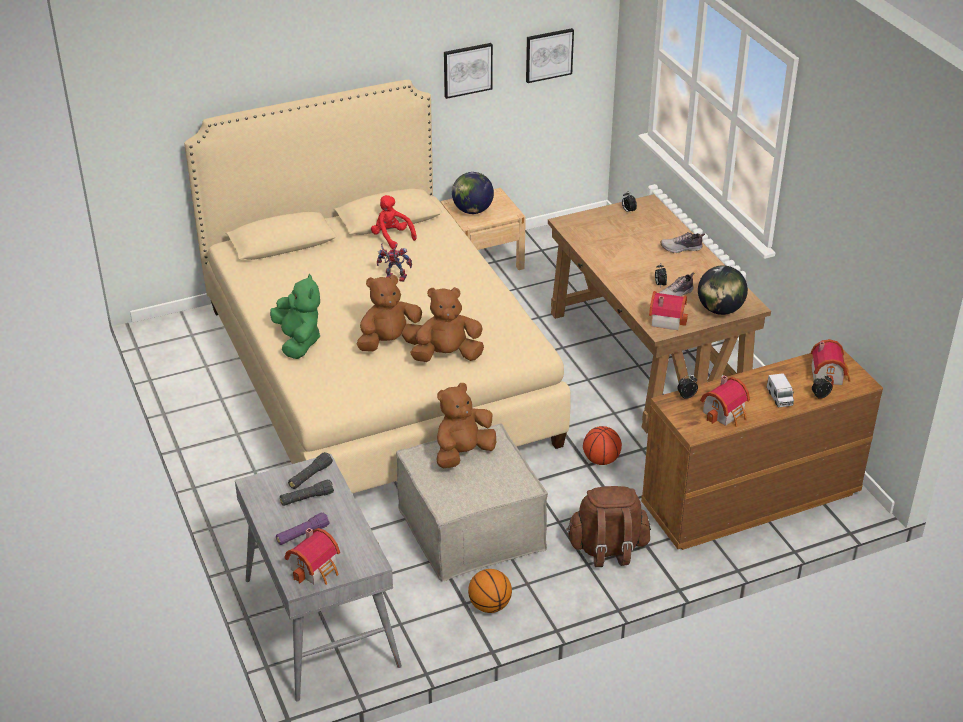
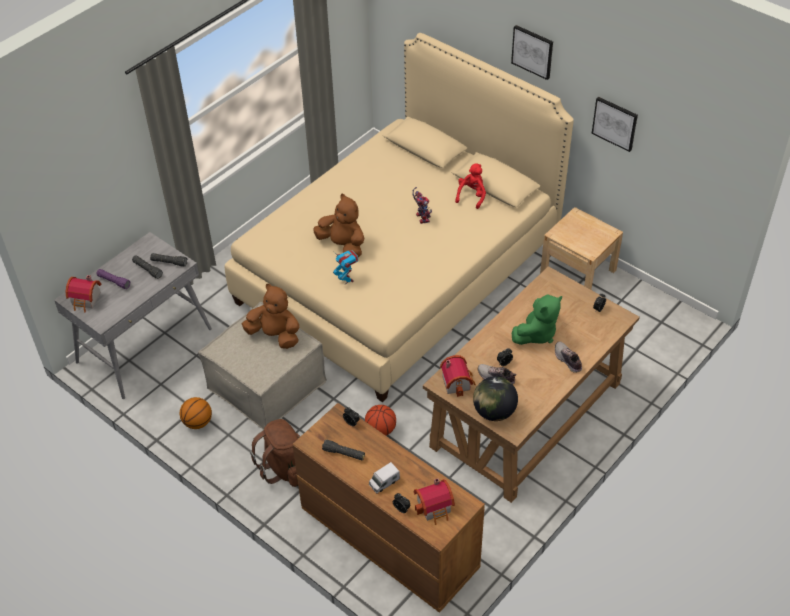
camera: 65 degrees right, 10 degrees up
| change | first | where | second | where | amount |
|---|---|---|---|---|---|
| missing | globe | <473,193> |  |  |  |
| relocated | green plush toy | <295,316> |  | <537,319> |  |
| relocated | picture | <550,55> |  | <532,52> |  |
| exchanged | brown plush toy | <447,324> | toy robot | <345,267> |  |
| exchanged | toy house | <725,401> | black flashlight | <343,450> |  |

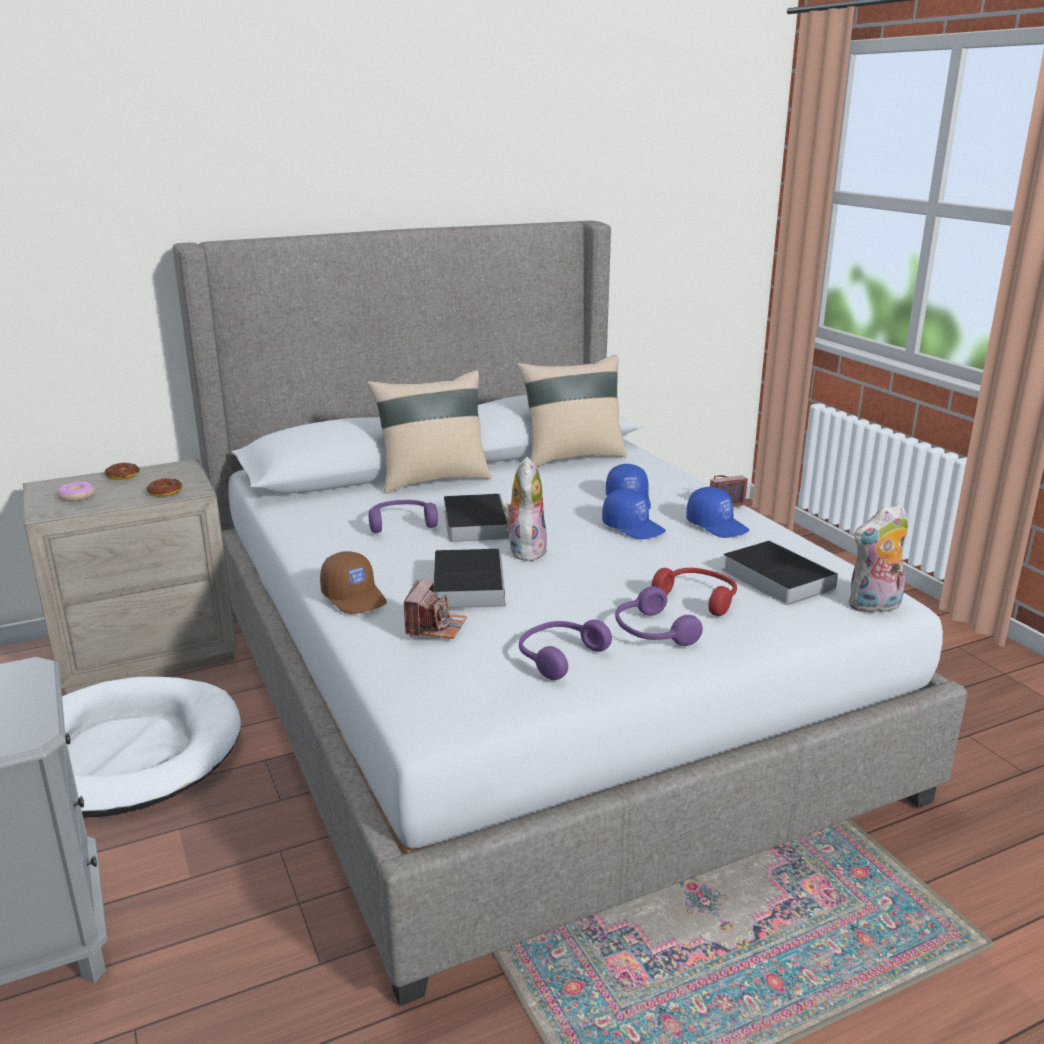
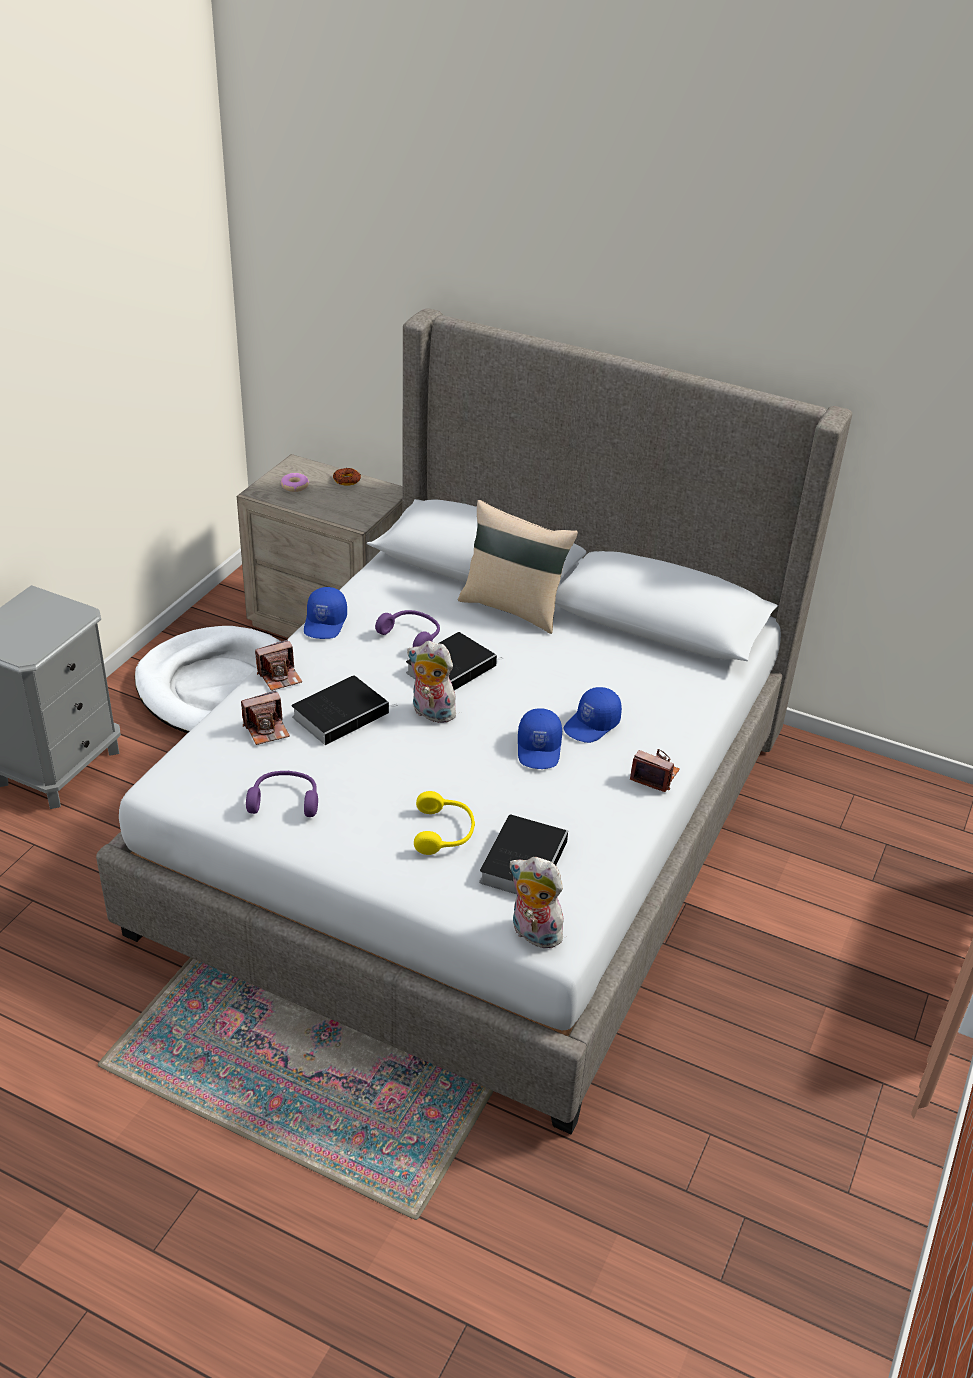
camera: 50 degrees right, 15 degrees up
| change | first | where | second | where | amount |
|---|---|---|---|---|---|
| missing | donut | <164,487> |  |  |  |
| missing | beige pillow | <572,410> |  |  |  |
| missing | purple headphones | <659,616> |  |  |  |
| relocated | blue cap | <717,512> |  | <325,613> |  |
| exchanged | brown cap | <353,582> | photo camera | <279,665> |  |
| colour | red headphones | <694,592> | yellow headphones | <444,823> |  |
| spun | plush toy | <525,509> |  | <433,682> | 120 degrees counterclockwise |

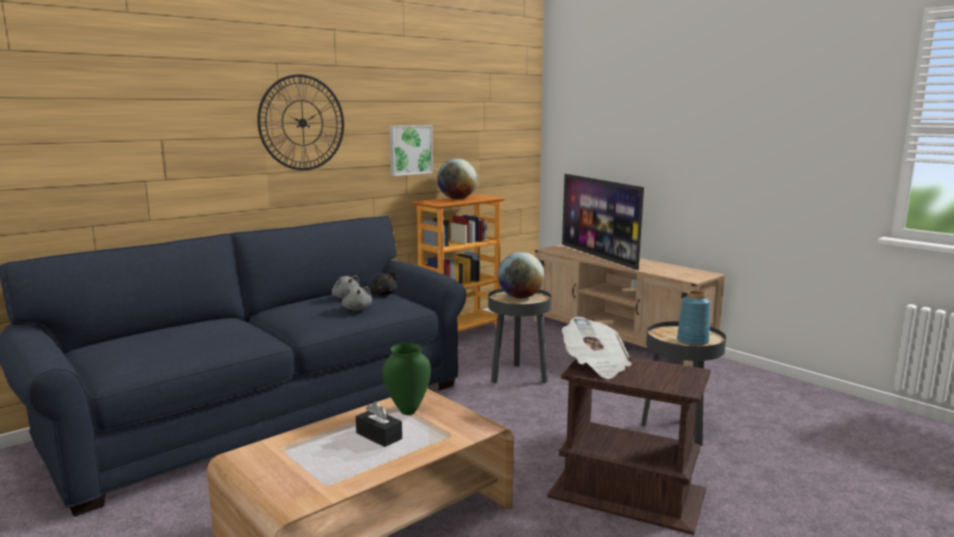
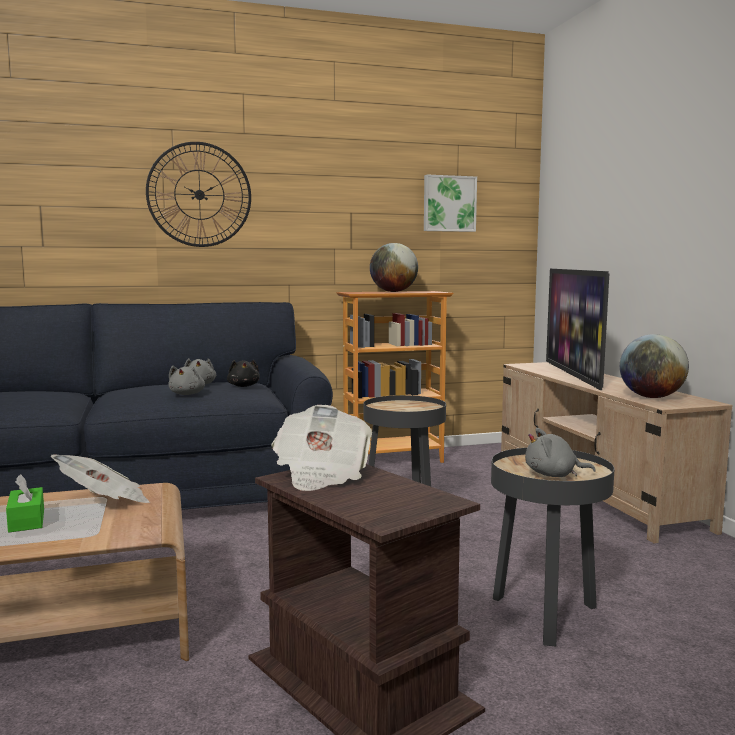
camera: 25 degrees right, 5 degrees down
| change | first | where | second | where | amount |
|---|---|---|---|---|---|
| relocated | picture | <411,150> |  | <450,203> |  |
| relocated | globe | <521,275> |  | <654,366> |  |
| exchanged | green vase | <407,379> | newspaper | <100,479> |  |
| exchanged | blue vase | <693,318> | grey plush toy | <560,452> |  |
| colour | black tissue box | <379,424> | green tissue box | <25,503> |  |

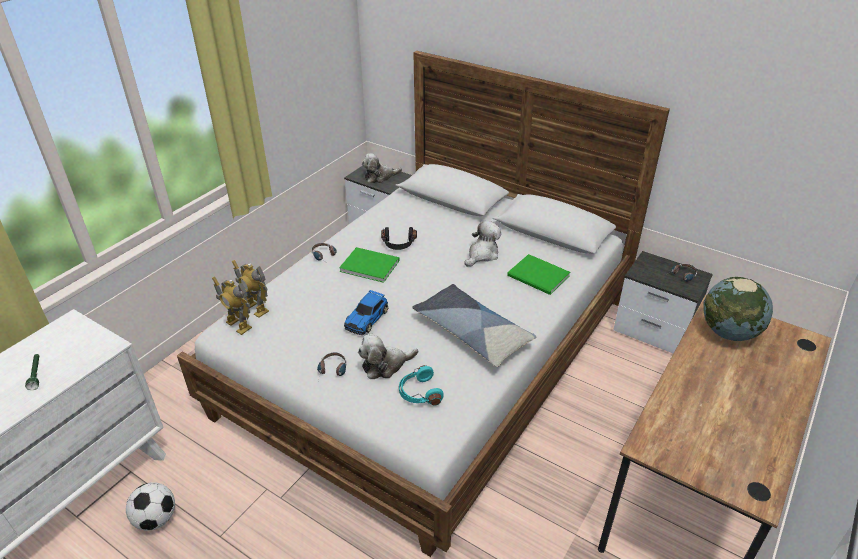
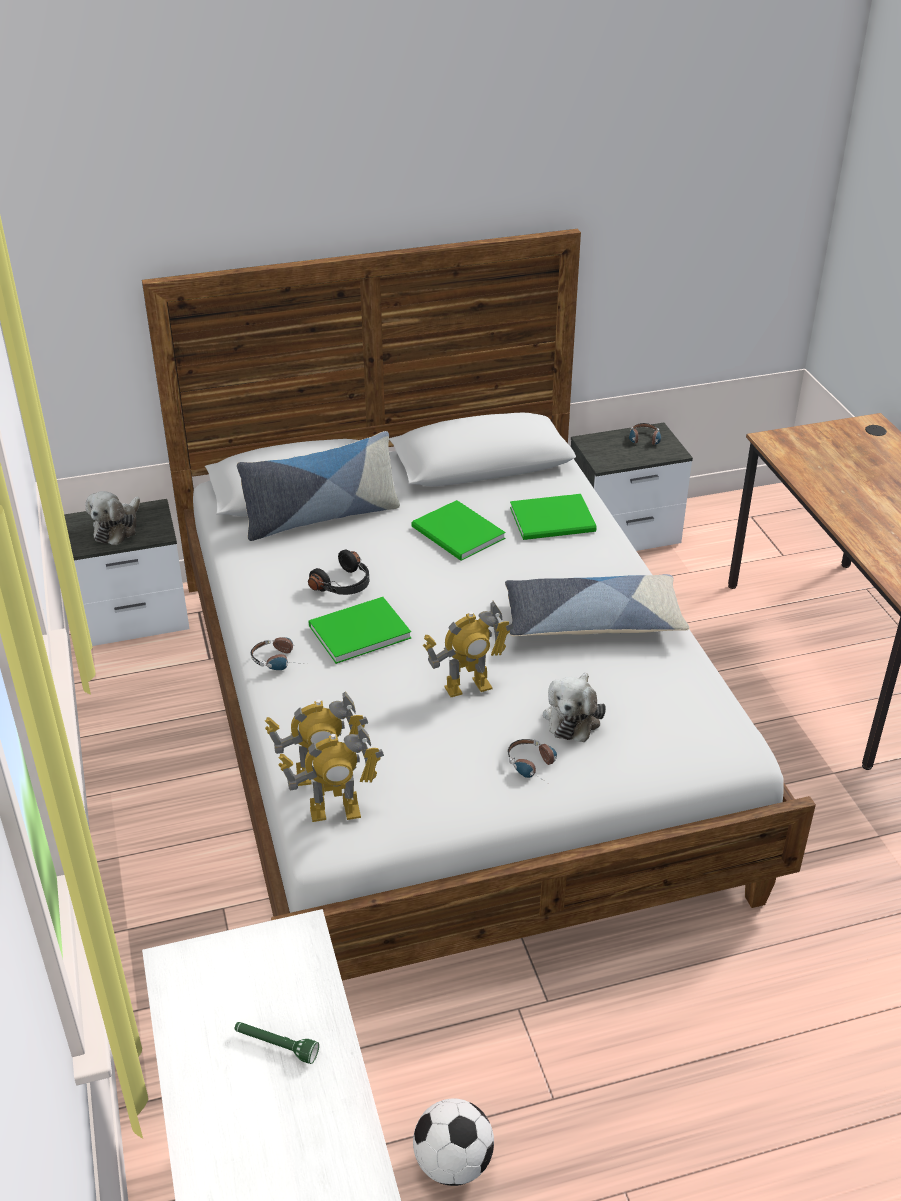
camera: 50 degrees left, 0 degrees up
| change | first | where | second | where | amount |
|---|---|---|---|---|---|
| missing | turquoise headphones | <421,385> |  |  |  |
| missing | globe | <738,309> |  |  |  |
| appeared |  |  | pillow | <318,486> |  |
| exchanged | toy car | <366,312> | toy robot | <468,649> |  |
| exchanged | plush toy | <482,244> | green book | <459,530> |  |

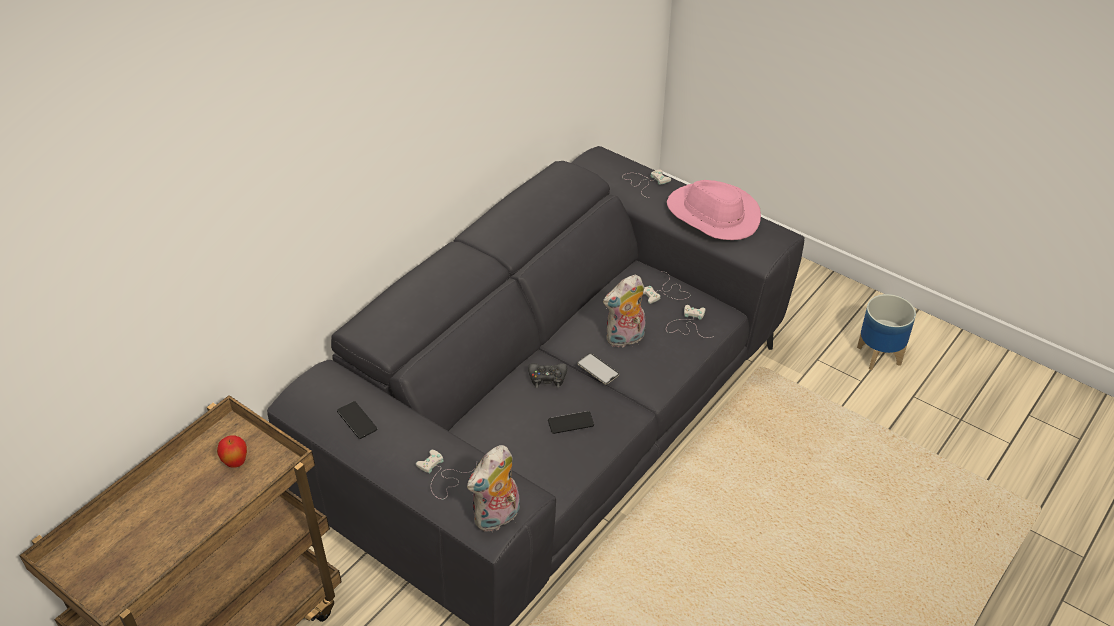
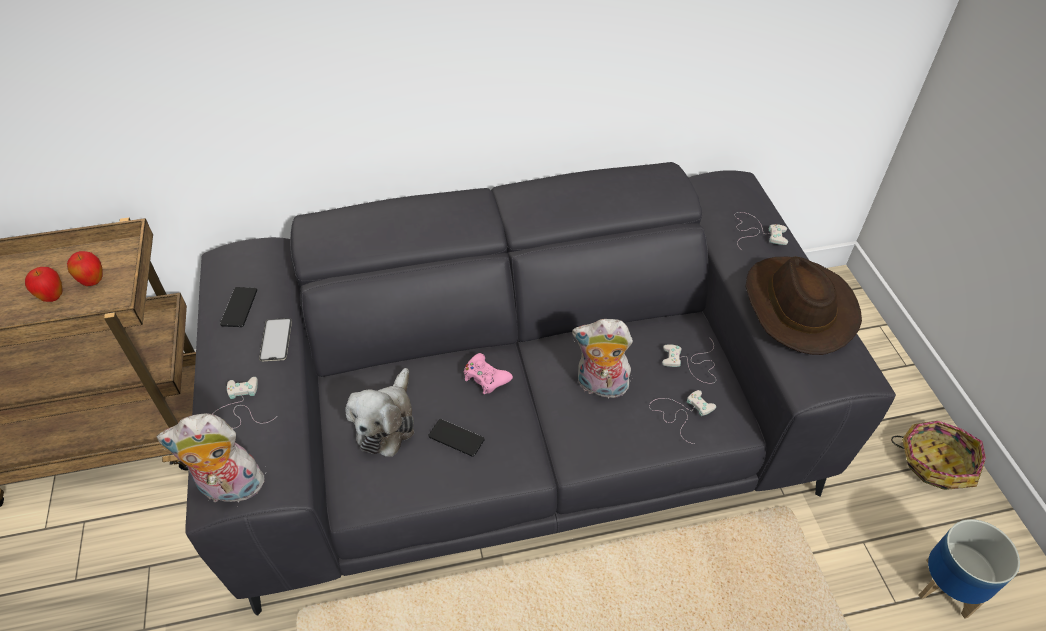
camera: 40 degrees right, 5 degrees up
| change | first | where | second | where | amount |
|---|---|---|---|---|---|
| appeared |  |  | apple | <44,284> |  |
| appeared |  |  | plush toy | <379,412> |  |
| appeared |  |  | basket | <938,455> |  |
| relocated | phone | <598,369> |  | <275,339> |  |
| colour | black game controller | <547,375> | pink game controller | <488,374> |  |
| colour | pink hat | <714,210> | brown hat | <803,306> |  |

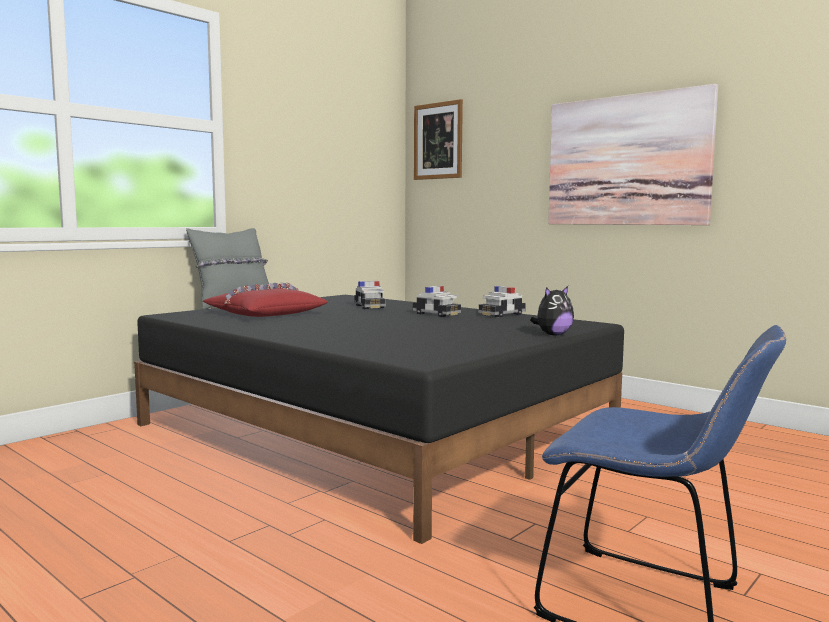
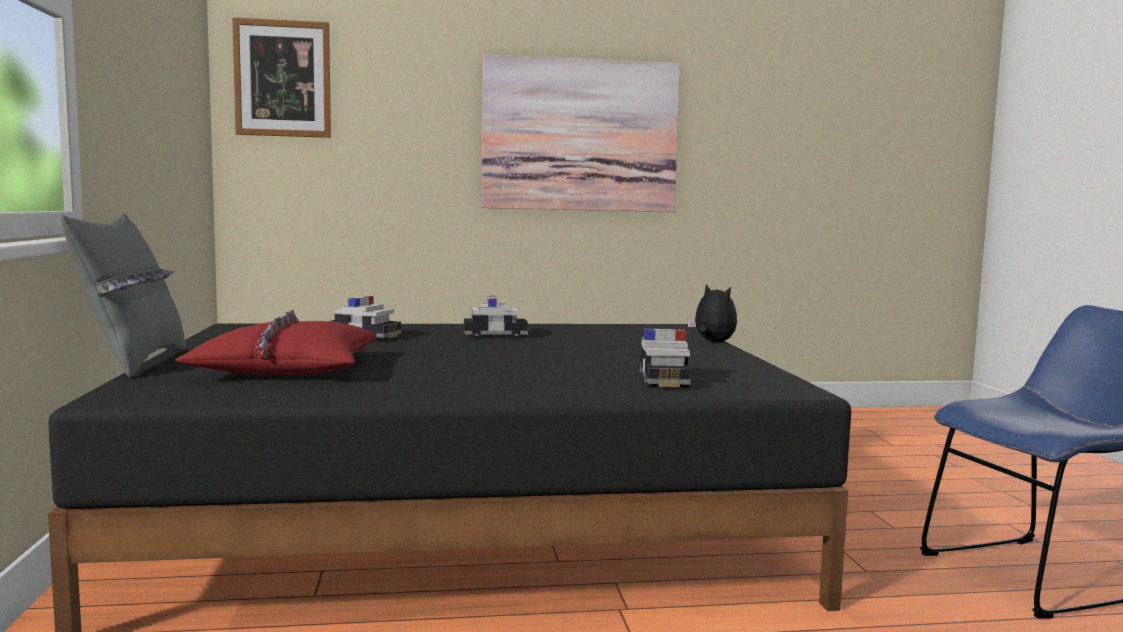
camera: 50 degrees left, 0 degrees up
| change | first | where | second | where | amount |
|---|---|---|---|---|---|
| relocated | toy car | <502,301> |  | <665,358> |  |
| spun | plush toy | <552,311> |  | <712,313> | 45 degrees counterclockwise |

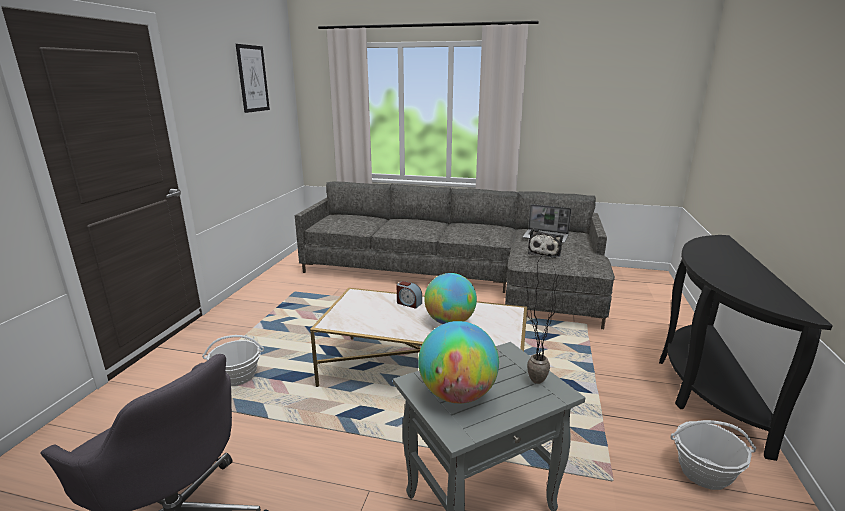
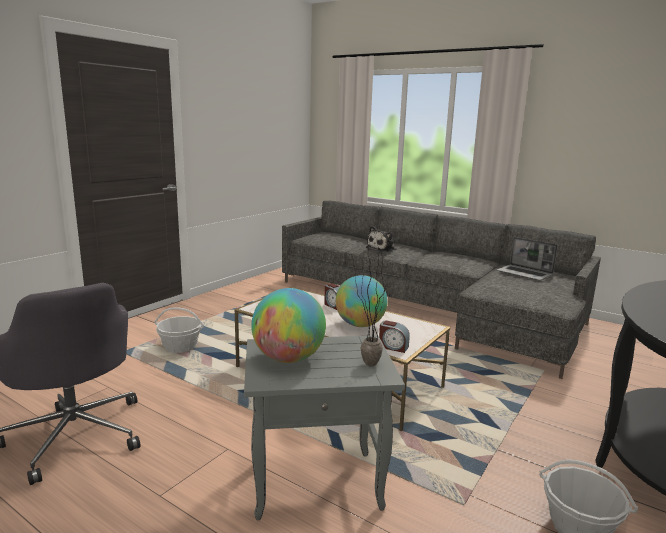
camera: 20 degrees right, 5 degrees down
| change | first | where | second | where | amount |
|---|---|---|---|---|---|
| missing | picture | <253,78> |  |  |  |
| appeared |  |  | alarm clock | <394,336> |  |
| relocated | plush toy | <545,243> |  | <381,239> |  |

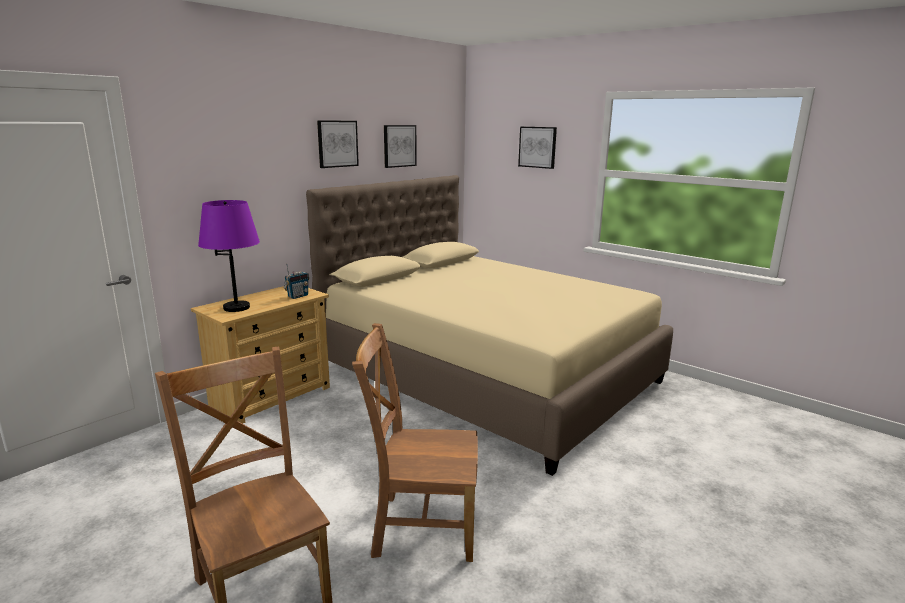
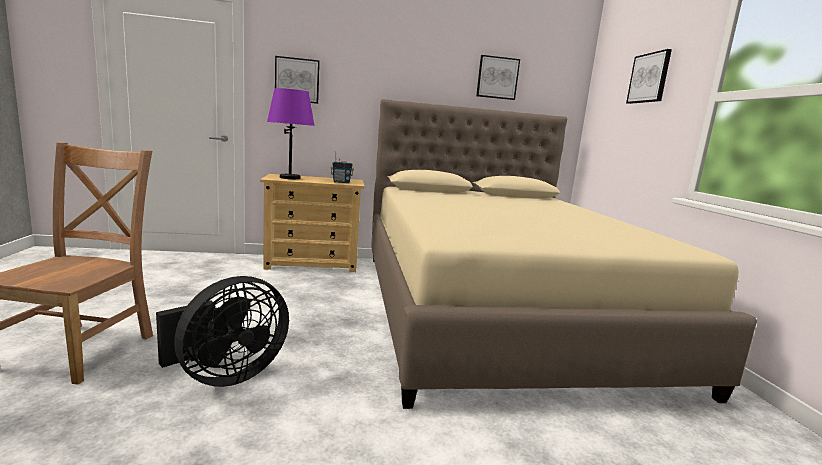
camera: 40 degrees right, 5 degrees down
| change | first | where | second | where | amount |
|---|---|---|---|---|---|
| relocated | picture | <338,144> |  | <297,80> |  |
| exchanged | brown chair | <415,442> | black fan | <222,331> |  |

